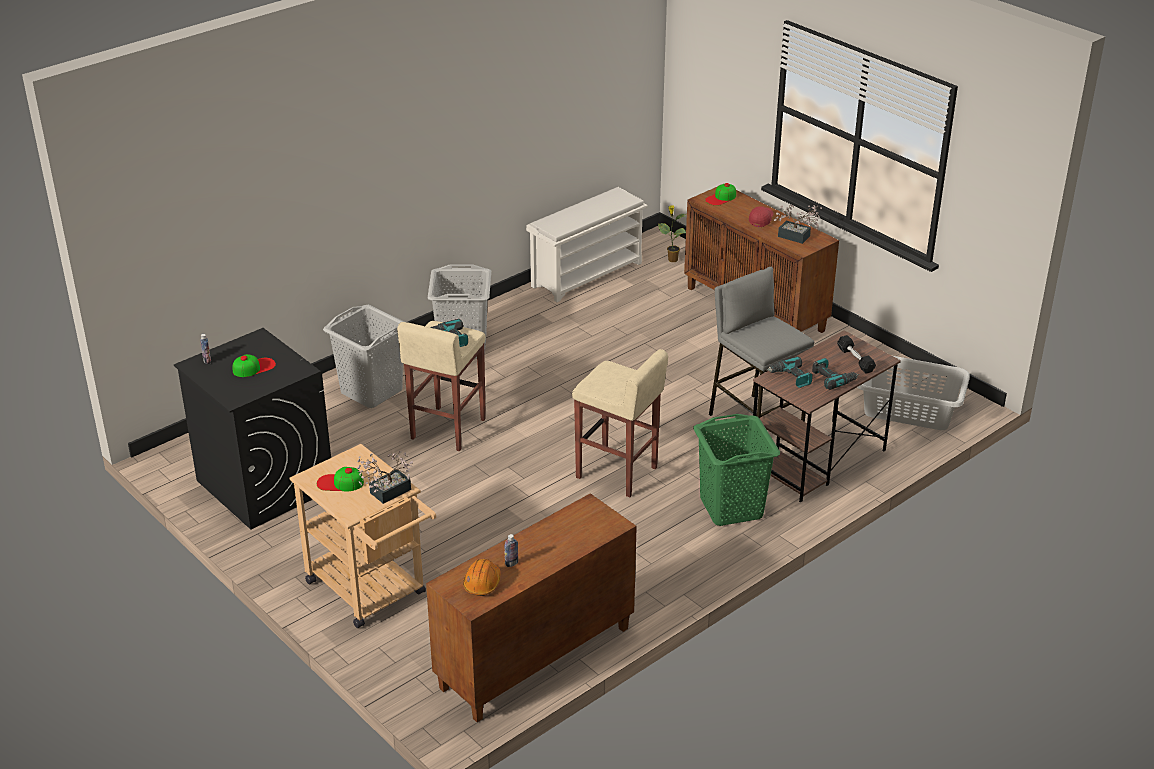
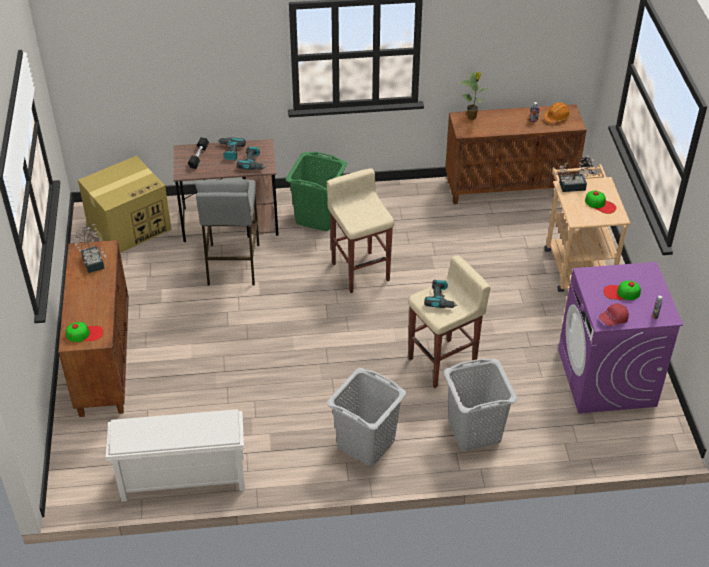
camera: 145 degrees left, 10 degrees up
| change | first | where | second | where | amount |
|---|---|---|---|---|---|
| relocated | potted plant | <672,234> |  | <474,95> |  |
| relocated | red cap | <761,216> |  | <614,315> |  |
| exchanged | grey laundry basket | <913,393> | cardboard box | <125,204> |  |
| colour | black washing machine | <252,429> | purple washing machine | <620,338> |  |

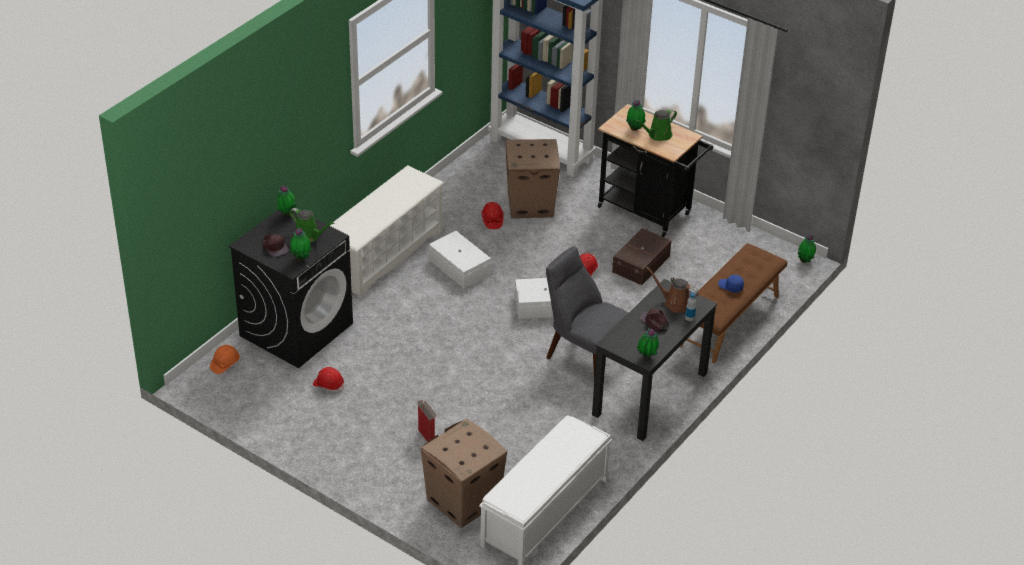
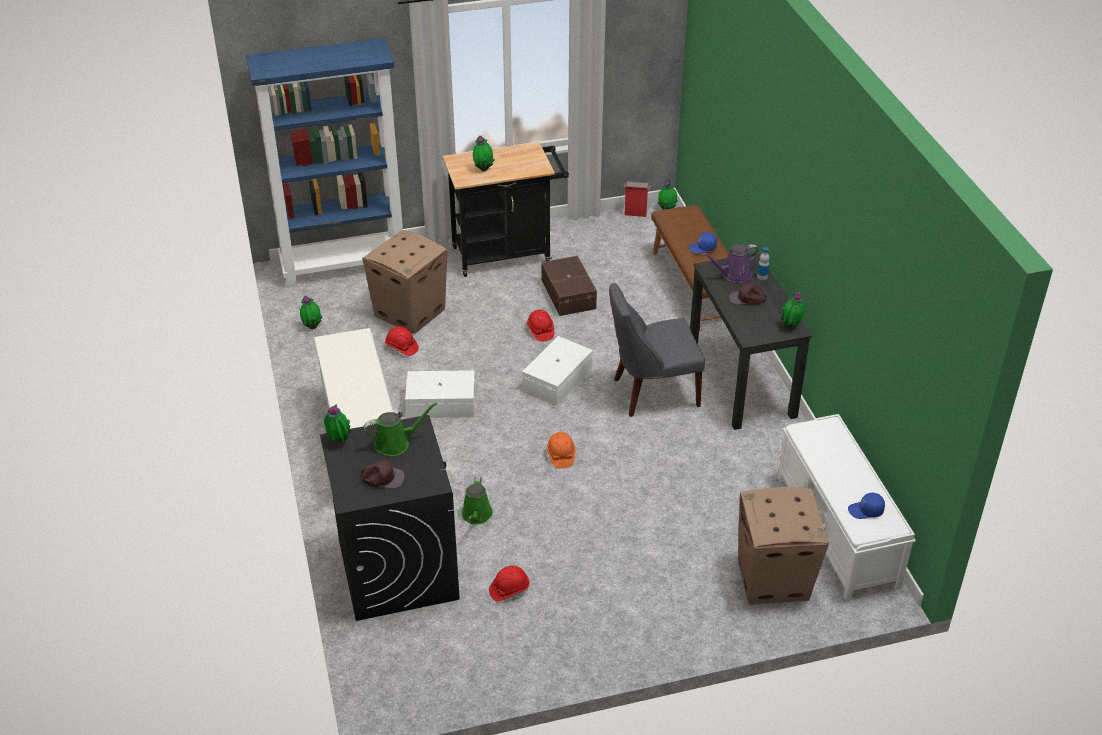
camera: 50 degrees left, 0 degrees up
| change | first | where | second | where | amount |
|---|---|---|---|---|---|
| appeared |  |  | blue cap | <866,505> |  |
| relocated | orange hard hat | <225,359> |  | <561,450> |  |
| relocated | potted plant | <301,244> |  | <311,312> |  |
| relocated | cardboard box | <427,421> |  | <637,199> |  |
| relocated | green watering can | <656,125> |  | <477,500> |  |
| colour | brown watering can | <673,290> | purple watering can | <731,263> |  |

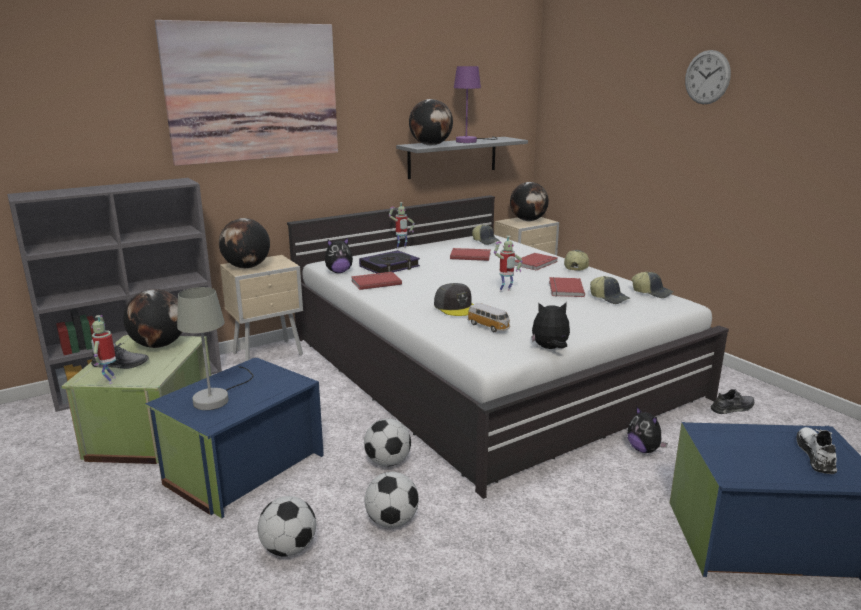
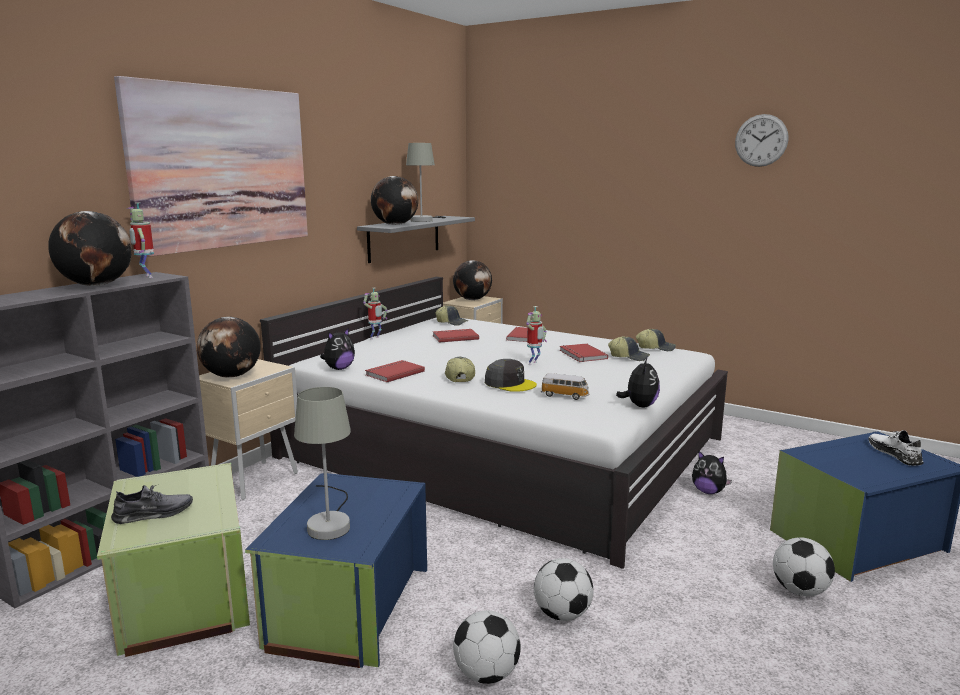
camera: 25 degrees left, 5 degrees down
| change | first | where | second | where | amount |
|---|---|---|---|---|---|
| missing | book | <389,261> |  |  |  |
| missing | grey shoe | <732,401> |  |  |  |
| relocated | toy robot | <103,349> |  | <140,240> |  |
| relocated | globe | <152,318> |  | <90,248> |  |
| relocated | football | <387,442> |  | <804,566> |  |
| relocated | cap | <576,260> |  | <460,369> |  |
| relocated | wall clock | <708,77> |  | <761,140> |  |
| colour | purple table lamp | <476,104> | grey table lamp | <426,182> |  |
| spun | plush toy | <550,325> |  | <638,382> | 135 degrees clockwise |

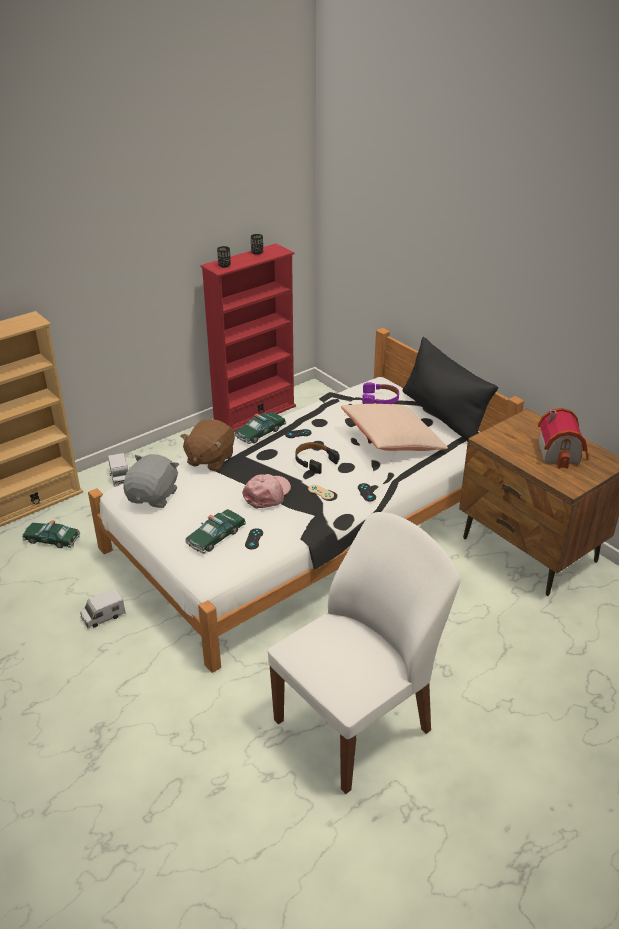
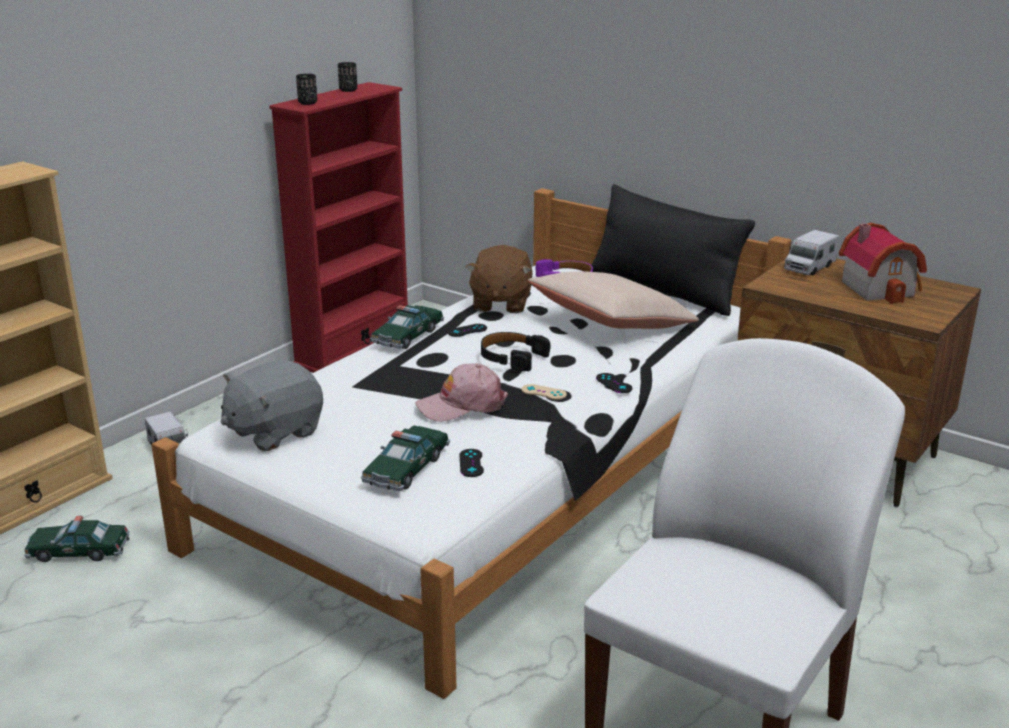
camera: 15 degrees left, 10 degrees down
| change | first | where | second | where | amount |
|---|---|---|---|---|---|
| relocated | toy truck | <103,608> |  | <811,252> |  |
| relocated | brown plush toy | <208,445> |  | <499,279> |  |
| spun | grey plush toy | <151,481> |  | <272,405> | 135 degrees counterclockwise |
| spun | pink cap | <266,491> |  | <462,392> | 120 degrees counterclockwise |

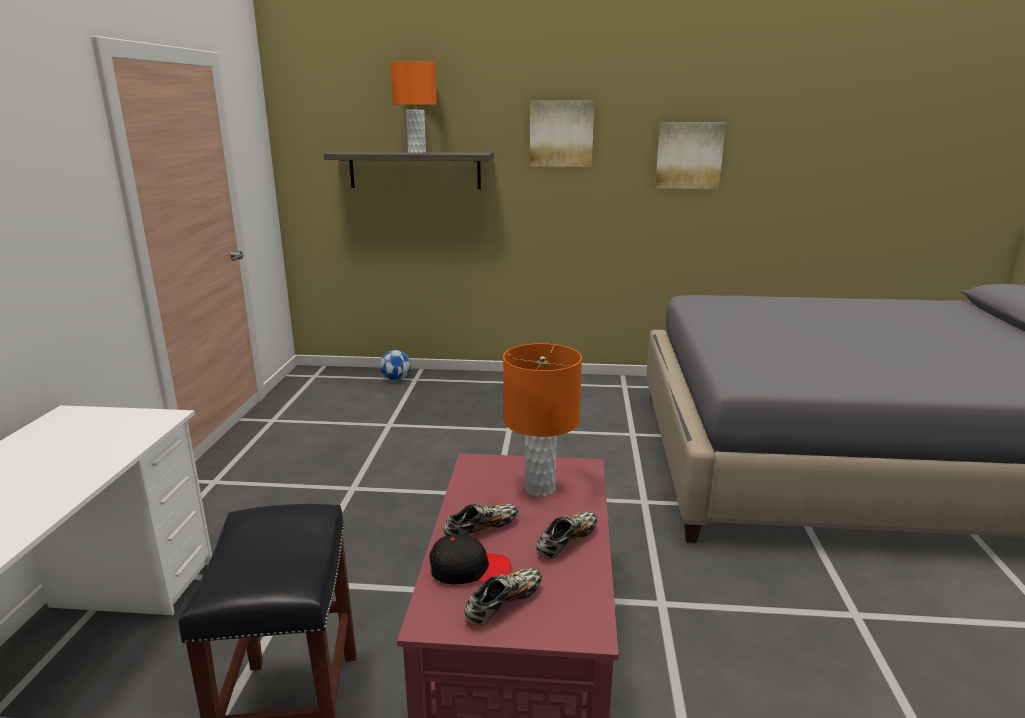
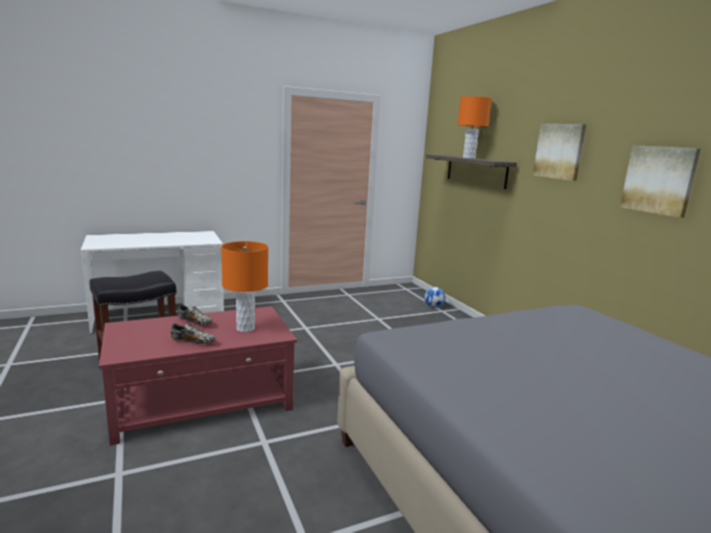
camera: 60 degrees right, 5 degrees down
| change | first | where | second | where | amount |
|---|---|---|---|---|---|
| missing | black cap | <470,559> |  |  |  |
| missing | shoe | <503,597> |  |  |  |

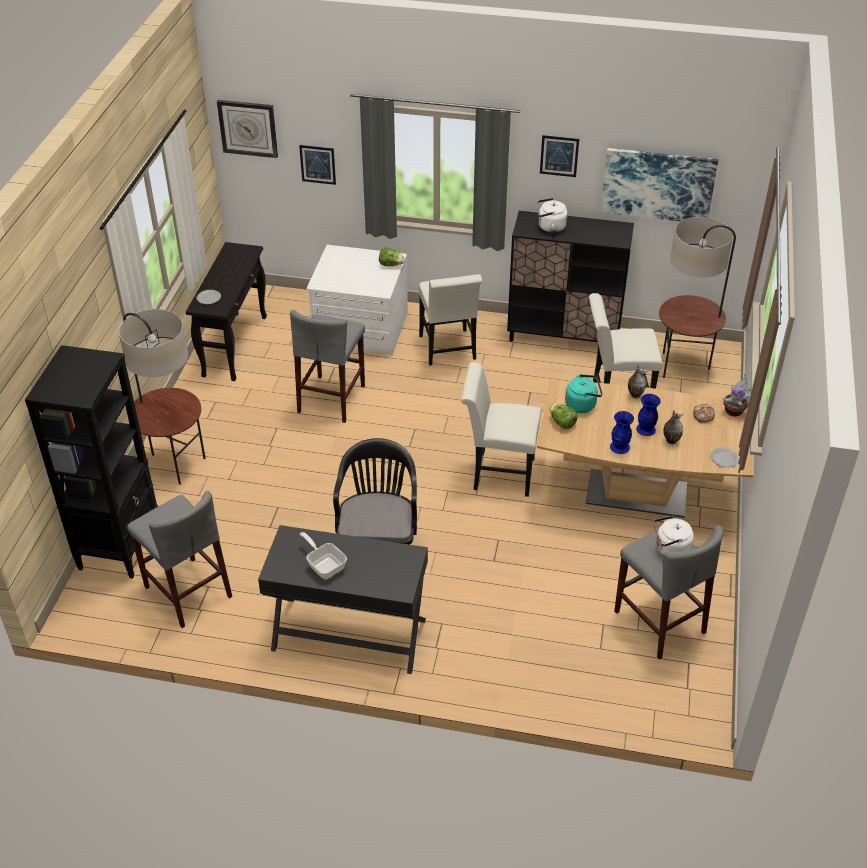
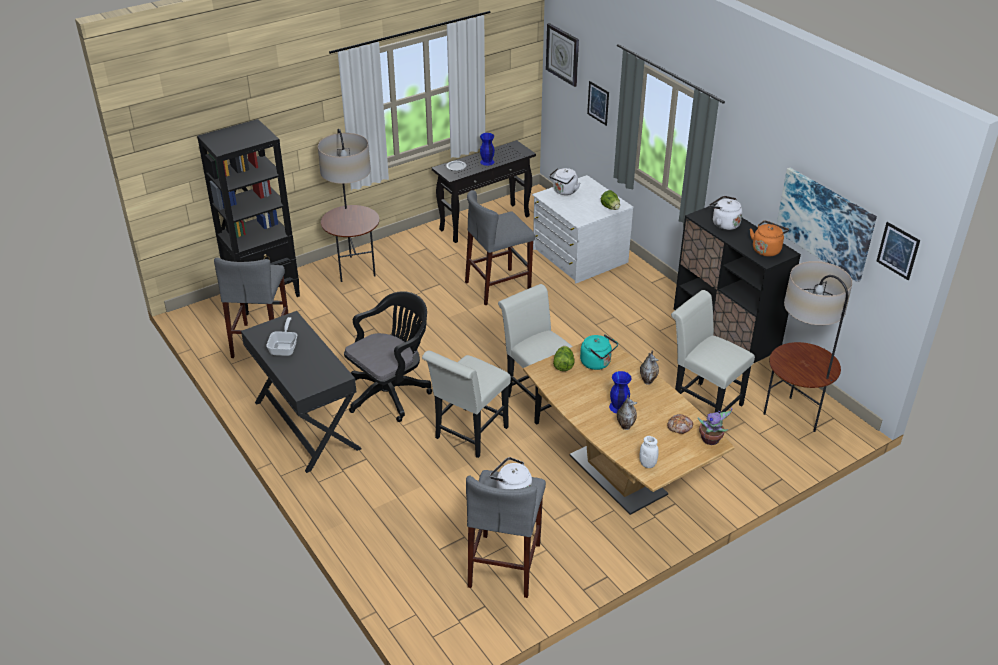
camera: 45 degrees right, 5 degrees down
| change | first | where | second | where | amount |
|---|---|---|---|---|---|
| appeared |  |  | white kettle | <564,181> |  |
| appeared |  |  | orange kettle | <769,239> |  |
| relocated | white chair | <450,320> |  | <466,404> |  |
| relocated | picture | <559,156> |  | <898,251> |  |
| relocated | blue vase | <622,432> |  | <487,149> |  |
| exchanged | plate | <725,457> | white jar | <649,452> |  |

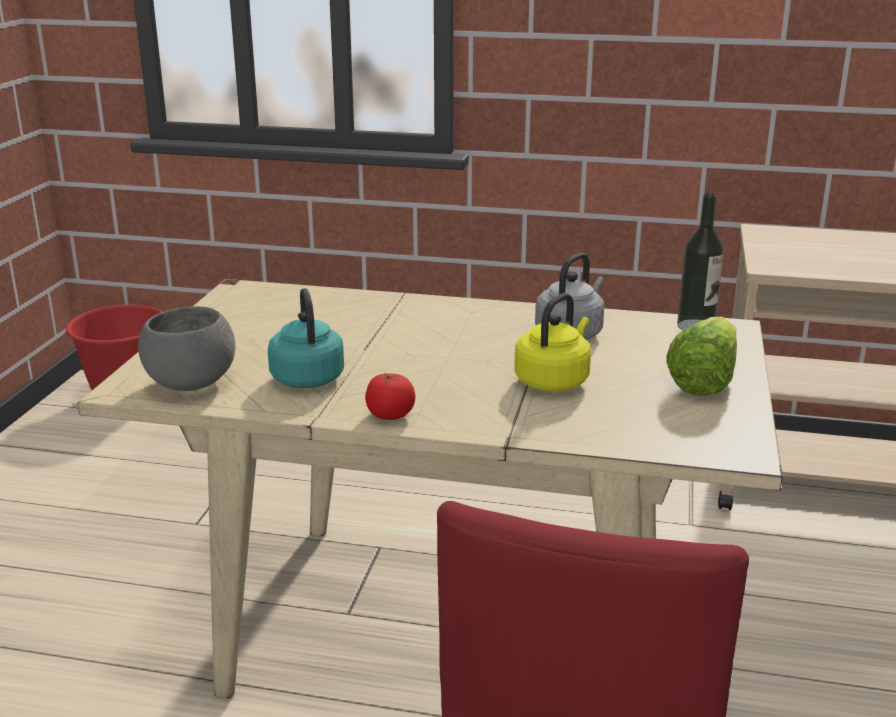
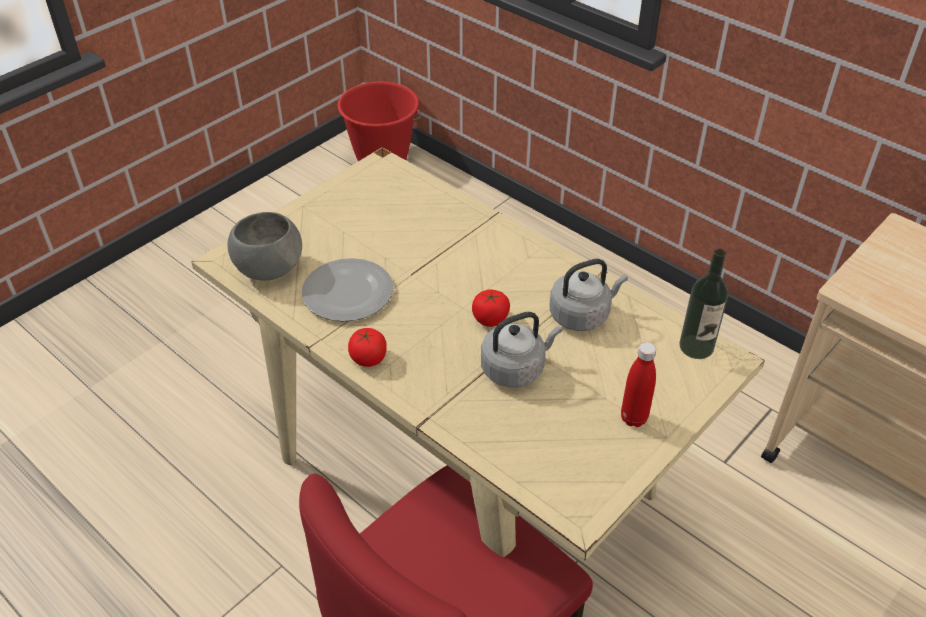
camera: 30 degrees right, 20 degrees up
| change | first | where | second | where | amount |
|---|---|---|---|---|---|
| appeared |  |  | tomato | <491,308> |  |
| exchanged | turquoise kettle | <306,338> | plate | <347,290> |  |
| exchanged | lettuce | <701,356> | red bottle | <638,384> |  |
| colour | yellow kettle | <552,342> | grey kettle | <521,349> |  |

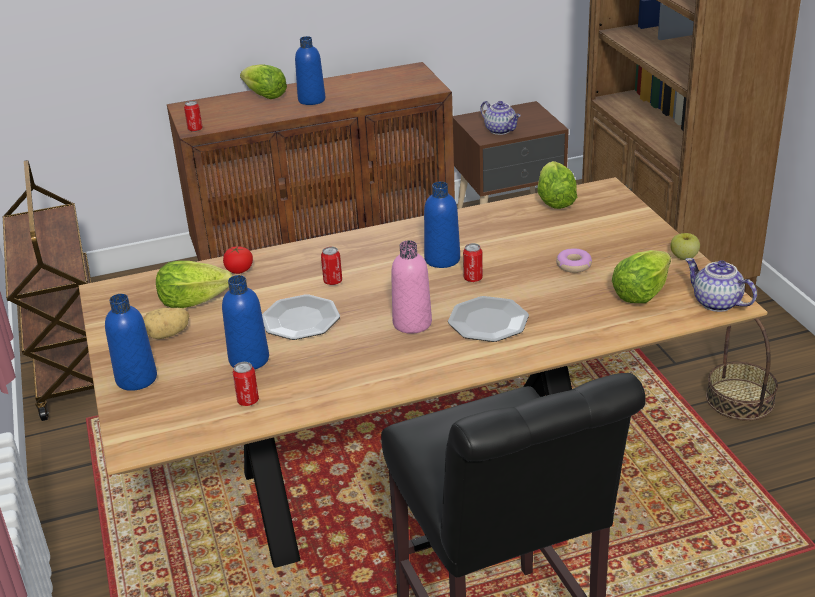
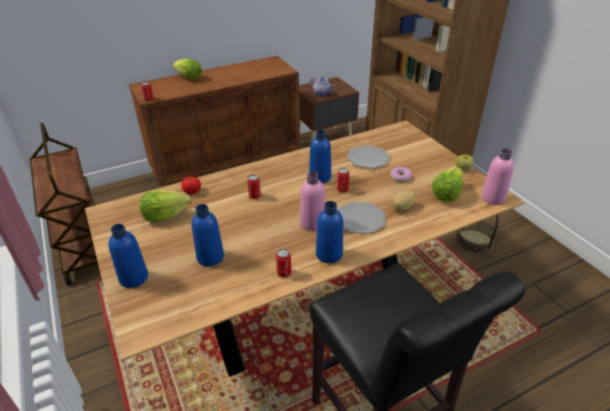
camera: 10 degrees left, 5 degrees up
| change | first | where | second | where | amount |
|---|---|---|---|---|---|
| missing | lettuce | <557,185> |  |  |  |
| relocated | potato | <166,323> |  | <403,201> |  |
| relocated | can | <245,384> |  | <283,263> |  |
| relocated | plate | <301,317> |  | <368,157> |  |
| relocated | blue bottle | <310,70> |  | <329,232> |  |
| exchanged | teapot | <721,285> | pink bottle | <497,176> |  |

